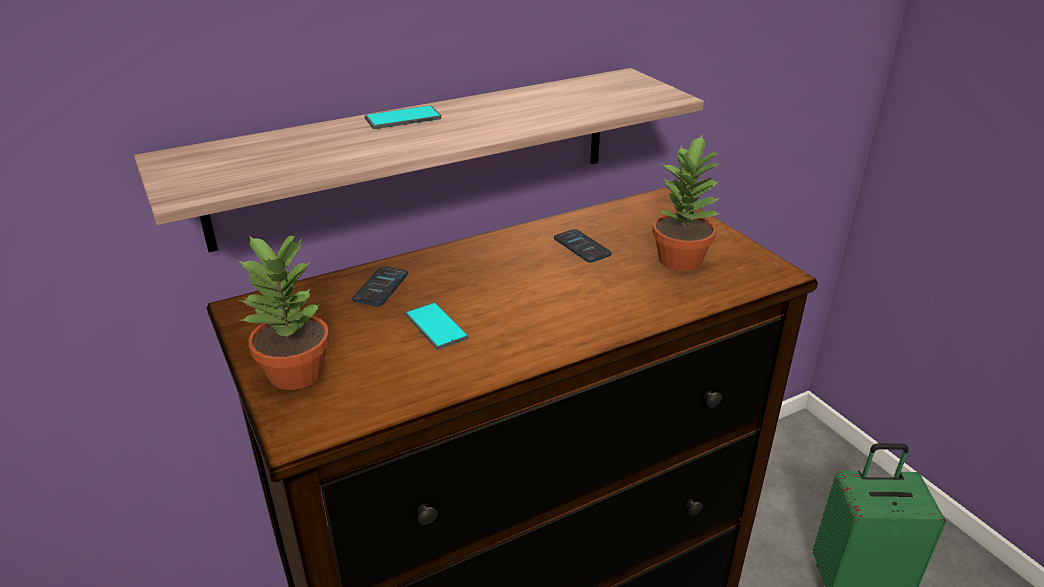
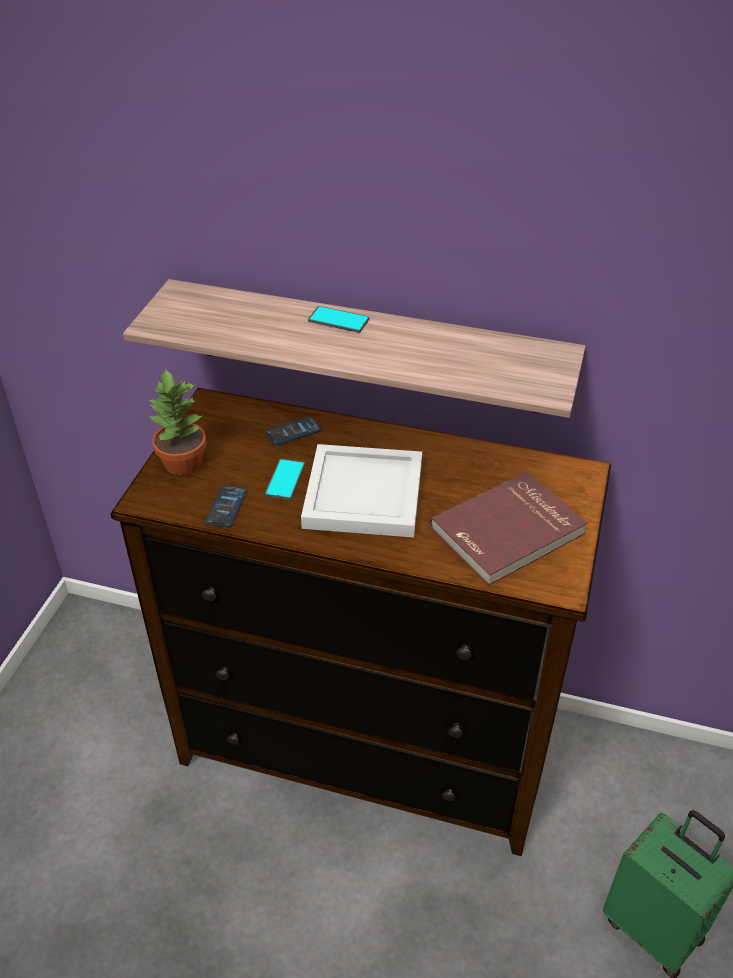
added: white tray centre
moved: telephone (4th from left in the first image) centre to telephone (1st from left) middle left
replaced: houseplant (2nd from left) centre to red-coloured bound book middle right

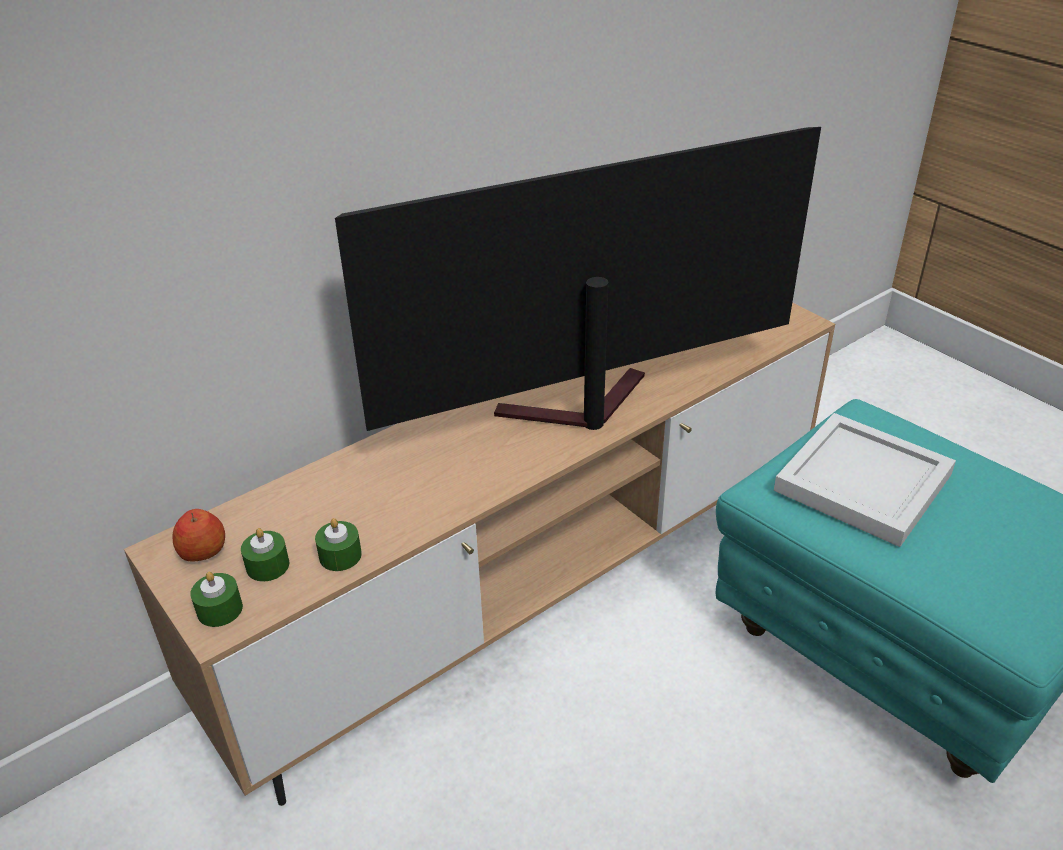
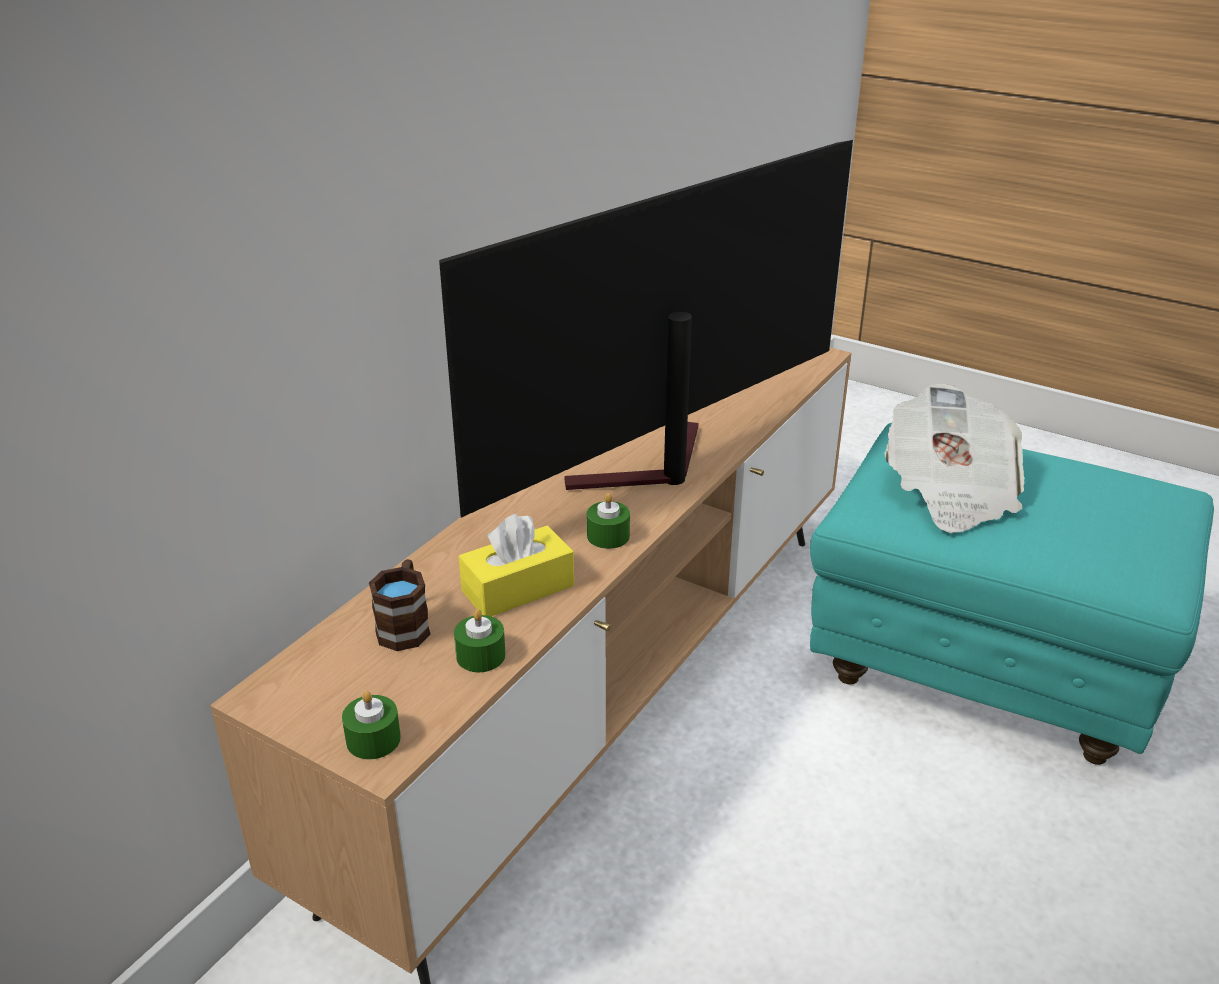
removed: apple middle left
added: yellow-coloured tissue box centre; brownish coffee mug middle left
moved: green-coloured candle (2nd from left in the first image) middle left to green-coloured candle (3rd from left) centre
replaced: white tray middle right to daily paper middle right

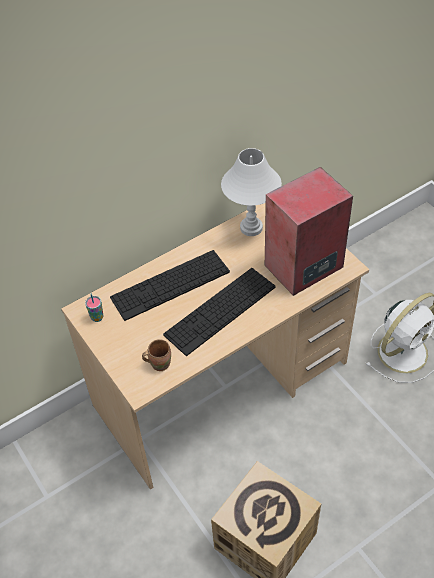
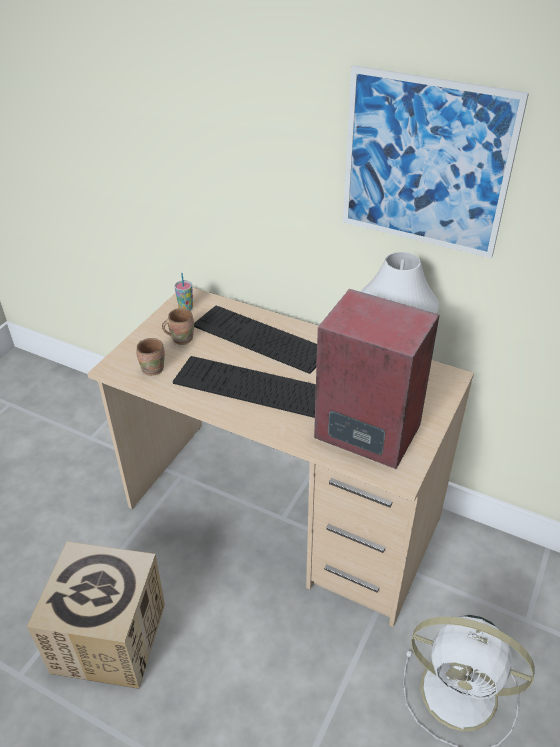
added: wall art top right; brownish coffee mug (2nd from left) middle left

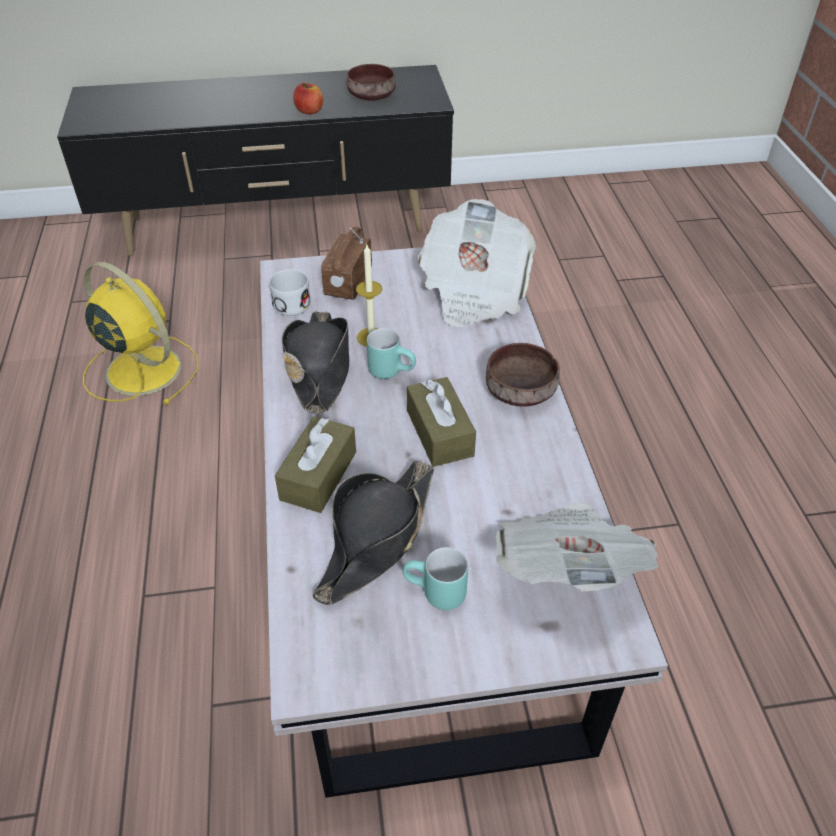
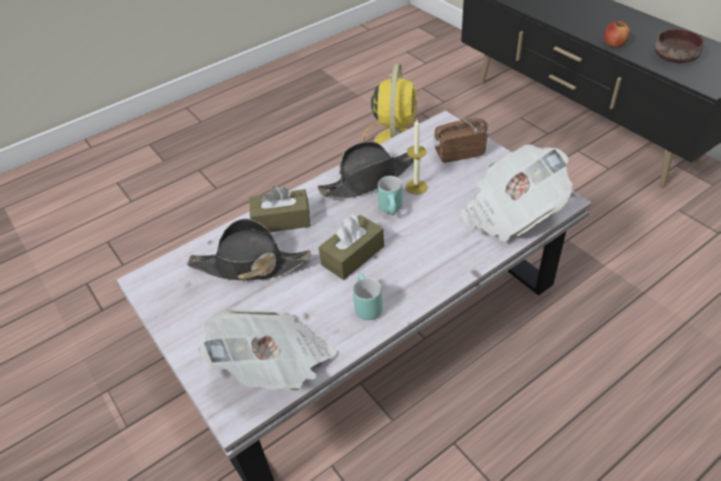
removed: white coffee mug centre; brownish deep dish (2nd from left) centre
moved: turquoise coffee mug (2nd from left in the first image) bottom centre to turquoise coffee mug (1st from left) centre

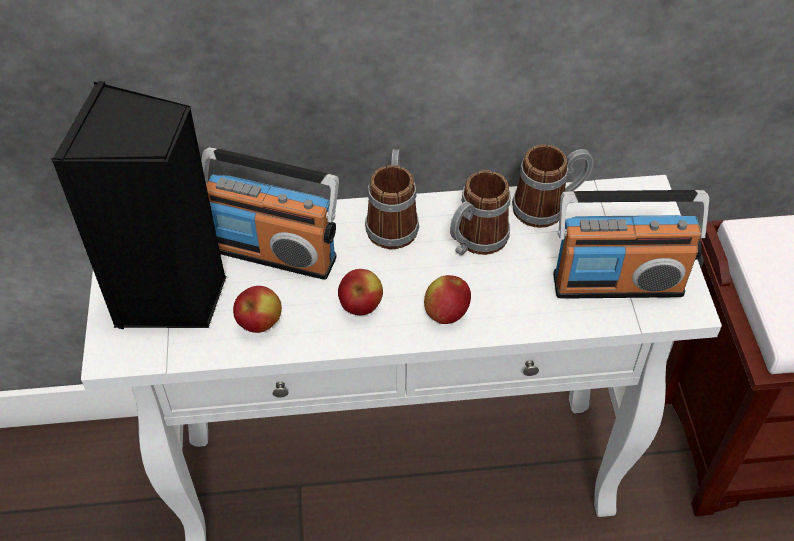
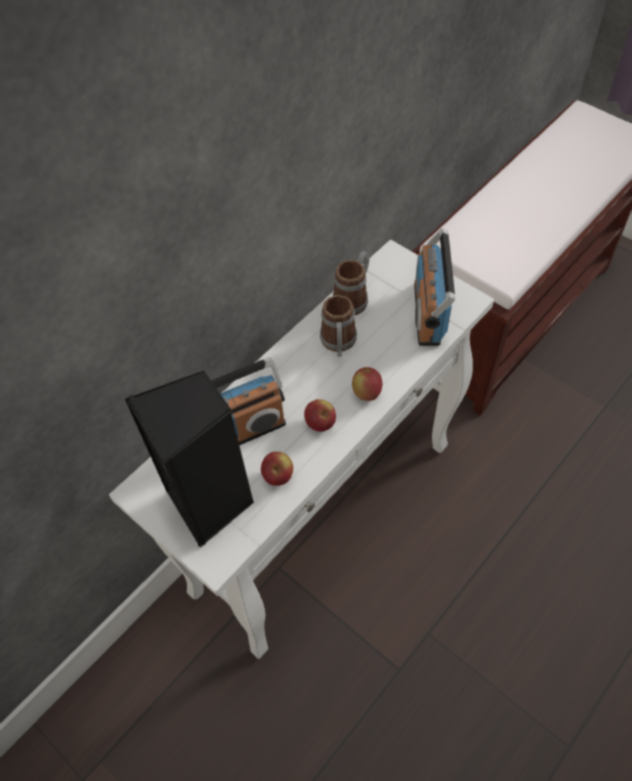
removed: coffee mug (1st from left) centre
turned: radio (2nd from left) middle right = middle right 135 degrees clockwise

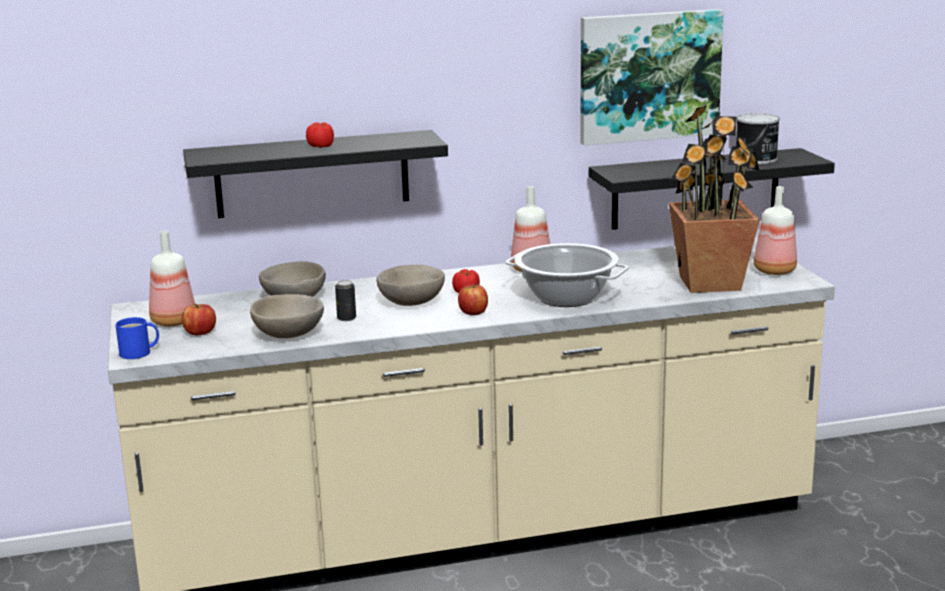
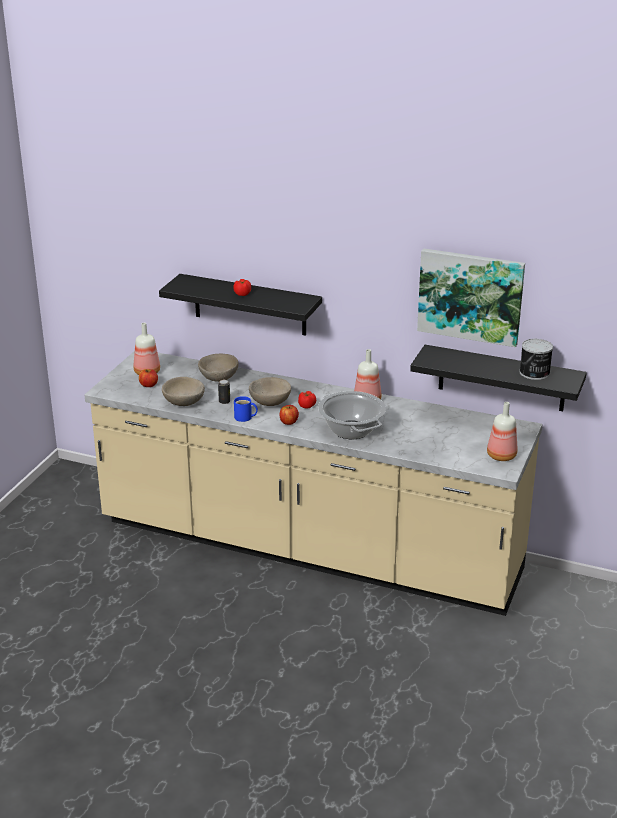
removed: houseplant middle right
moved: bluish coffee mug middle left to centre

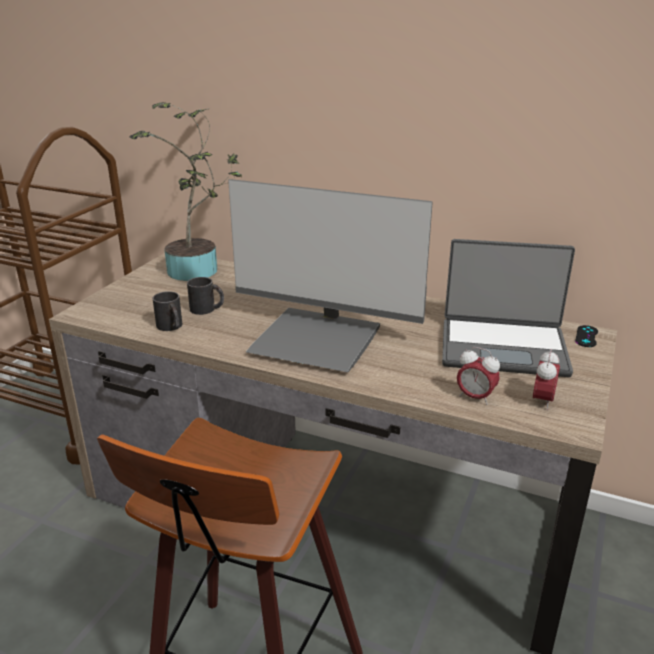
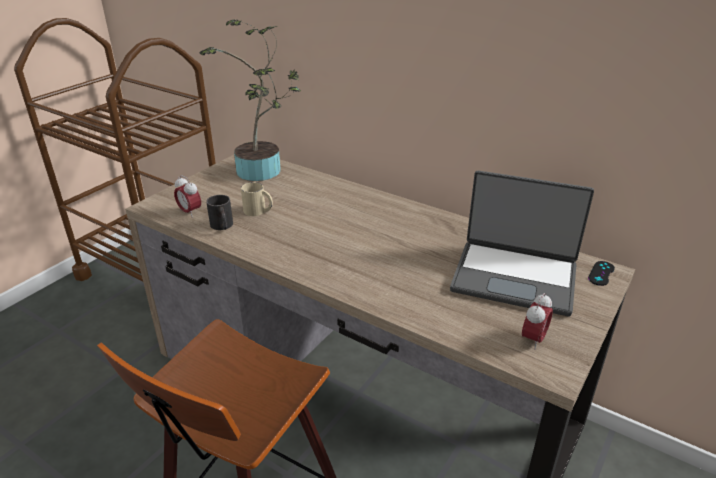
removed: computer screen centre
moved: bedside clock (1st from left) middle right to middle left
recoloured: black coffee mug (2nd from left) middle left to sand-coloured coffee mug centre

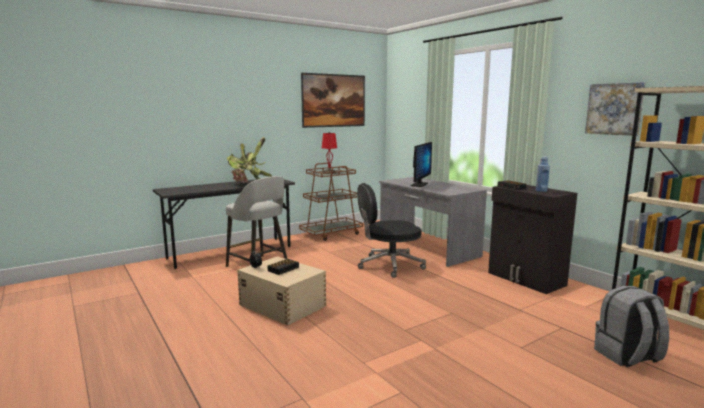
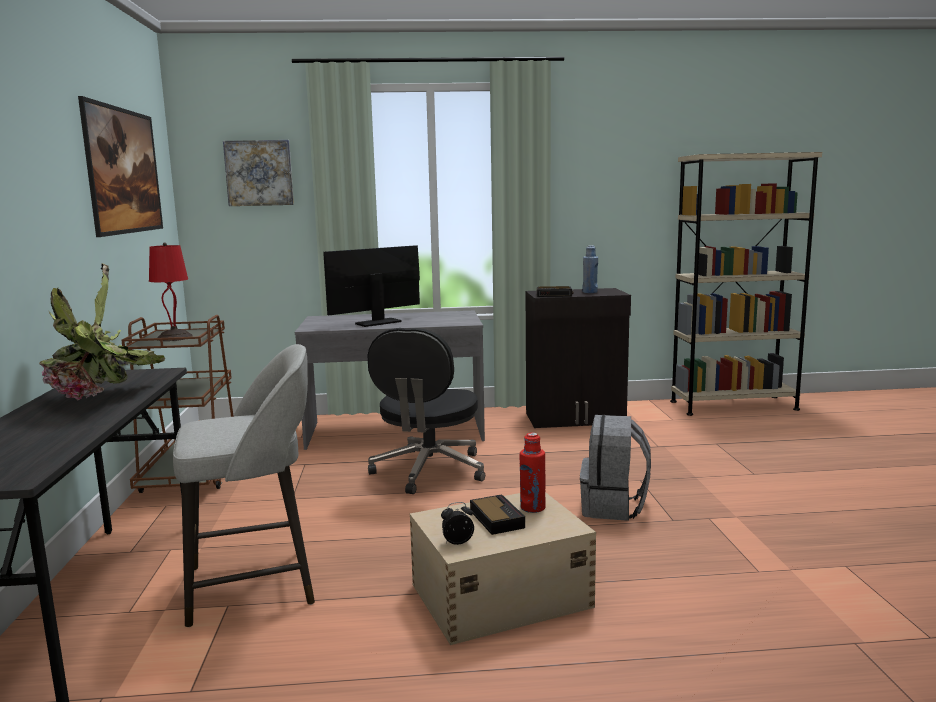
added: red-coloured drink bottle bottom centre
moved: wall art (2nd from left) top right to top left; gray backpack bottom right to bottom centre
turned: computer screen centre = centre 90 degrees counterclockwise

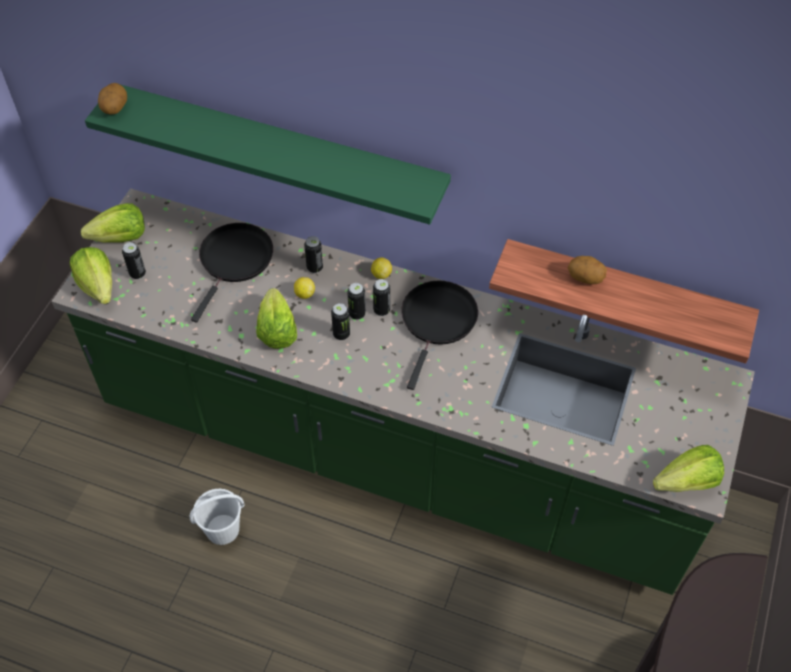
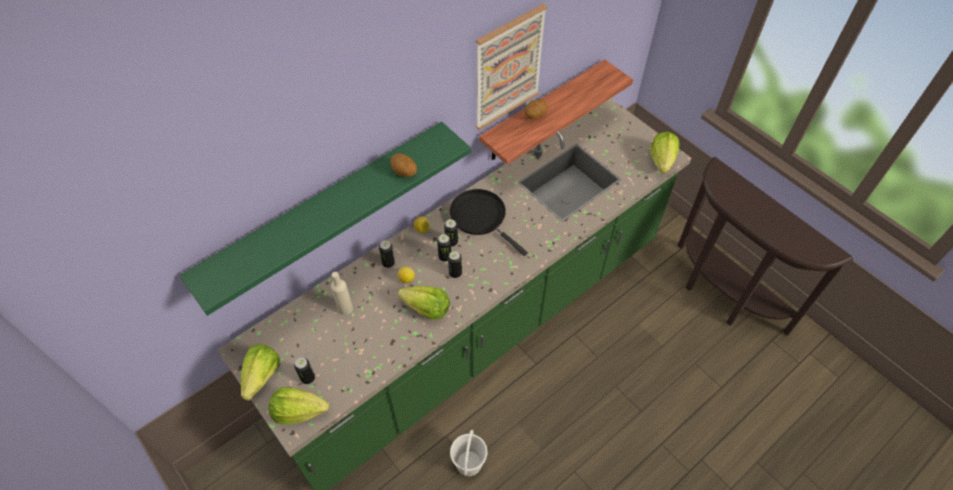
added: wall art top centre
moved: whole potato (1st from left) top left to centre
replaced: black skillet (1st from left) middle left to sand-coloured drink bottle centre

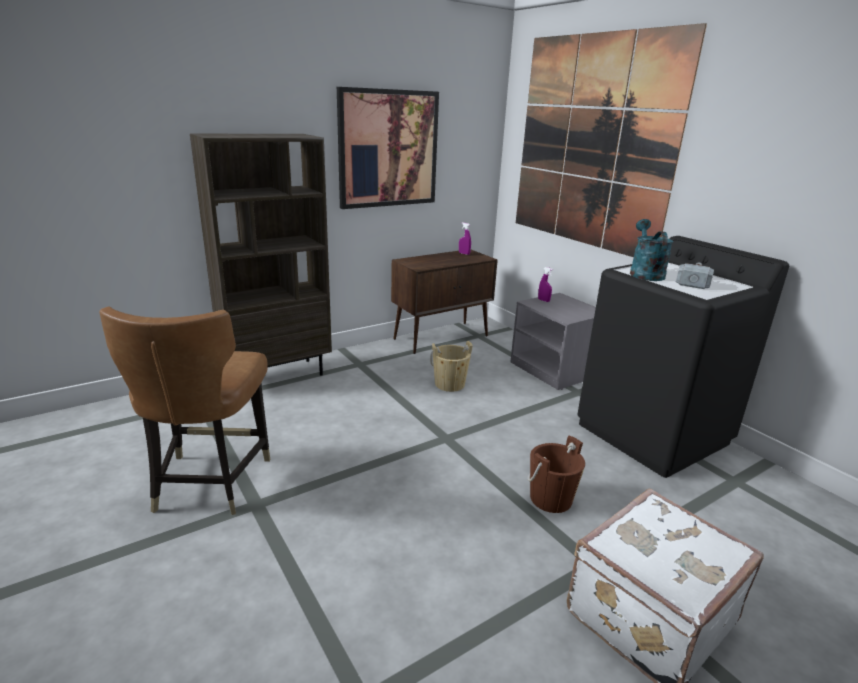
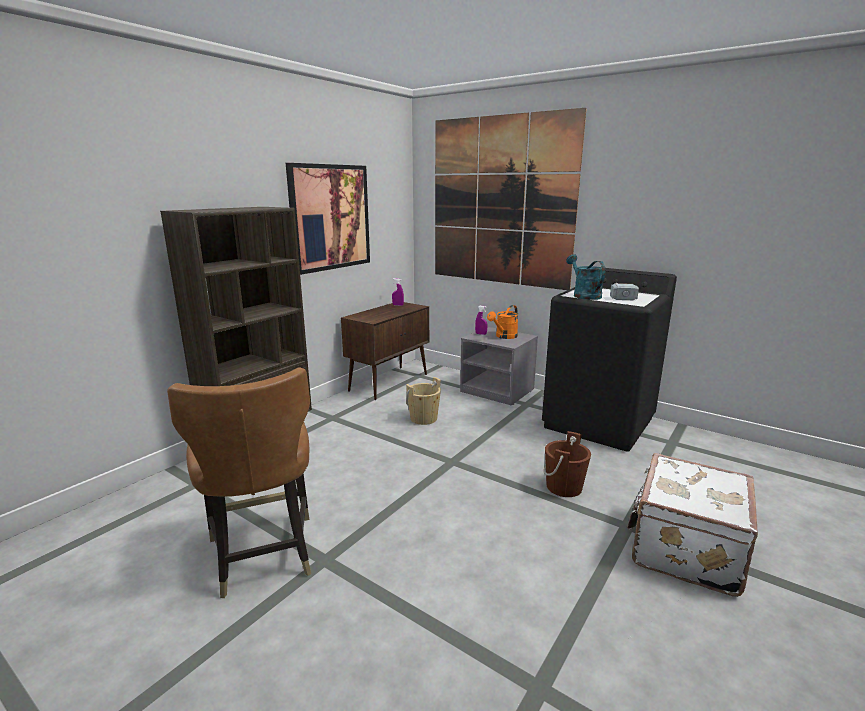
added: orange watering pot centre

